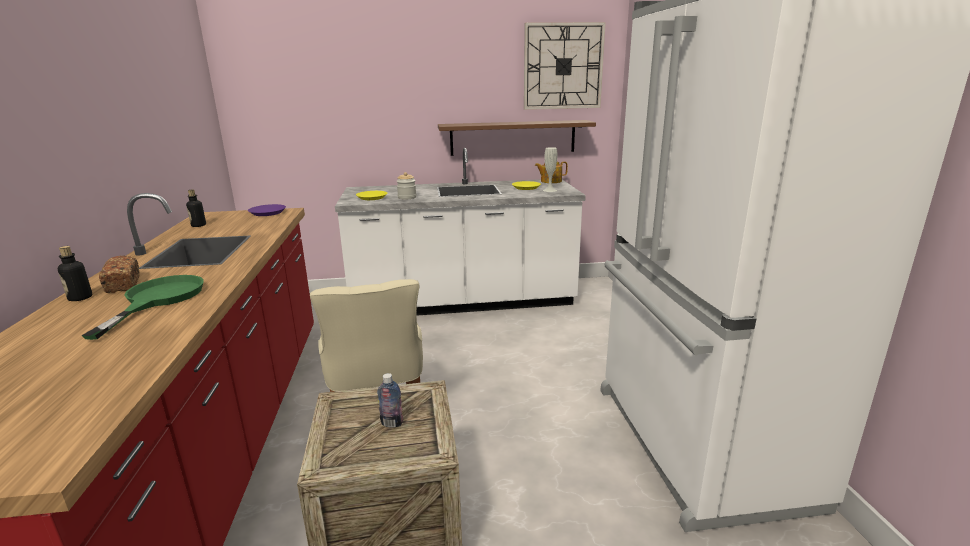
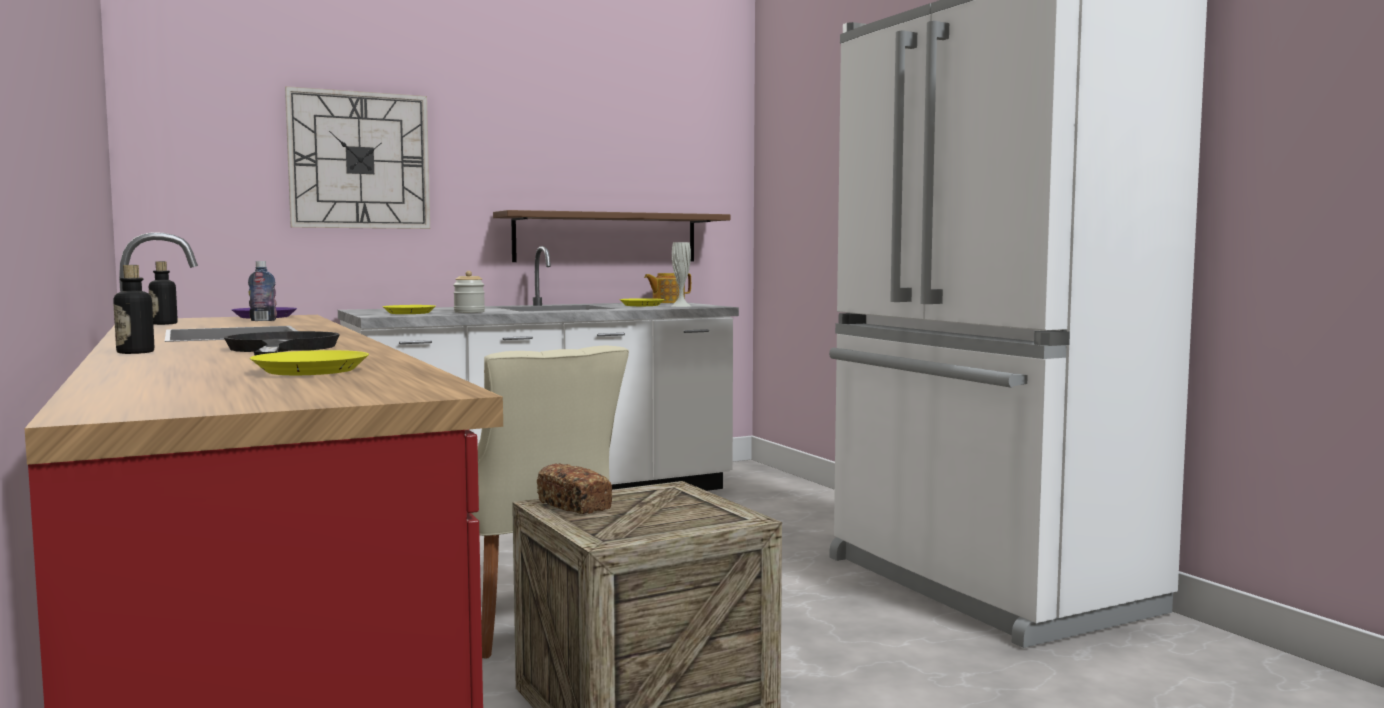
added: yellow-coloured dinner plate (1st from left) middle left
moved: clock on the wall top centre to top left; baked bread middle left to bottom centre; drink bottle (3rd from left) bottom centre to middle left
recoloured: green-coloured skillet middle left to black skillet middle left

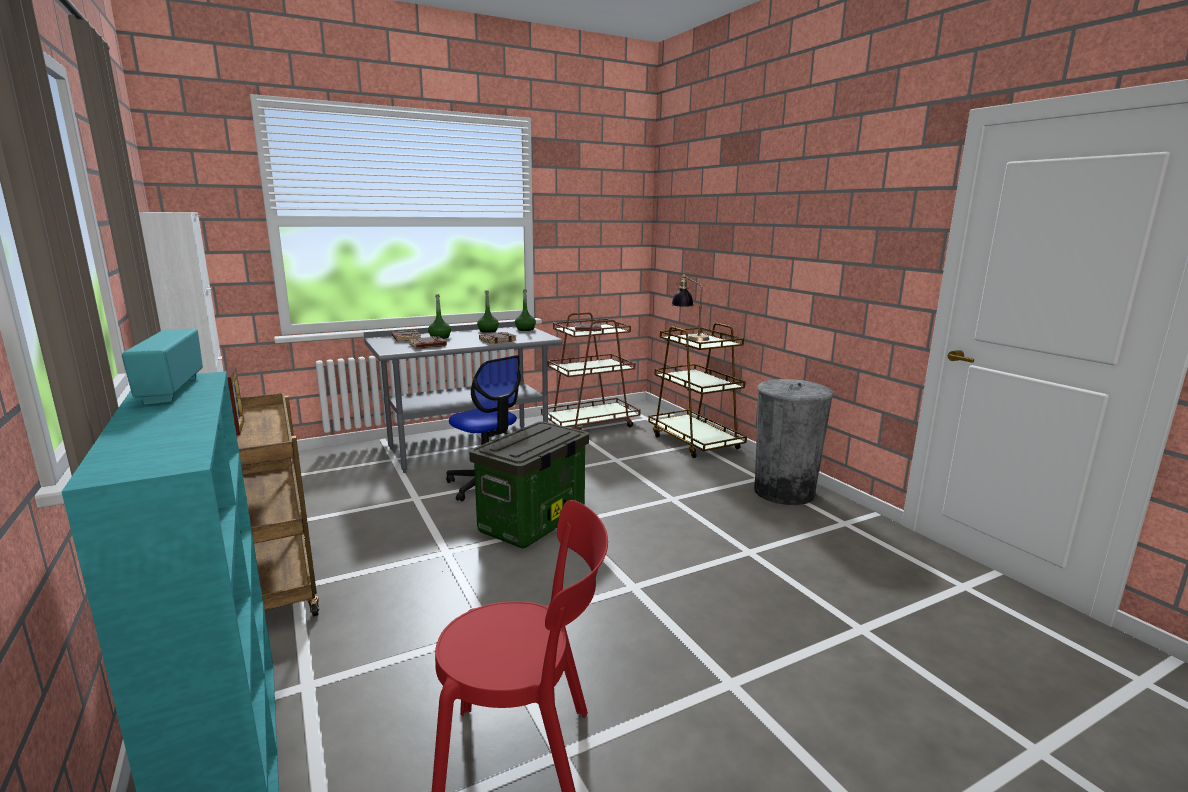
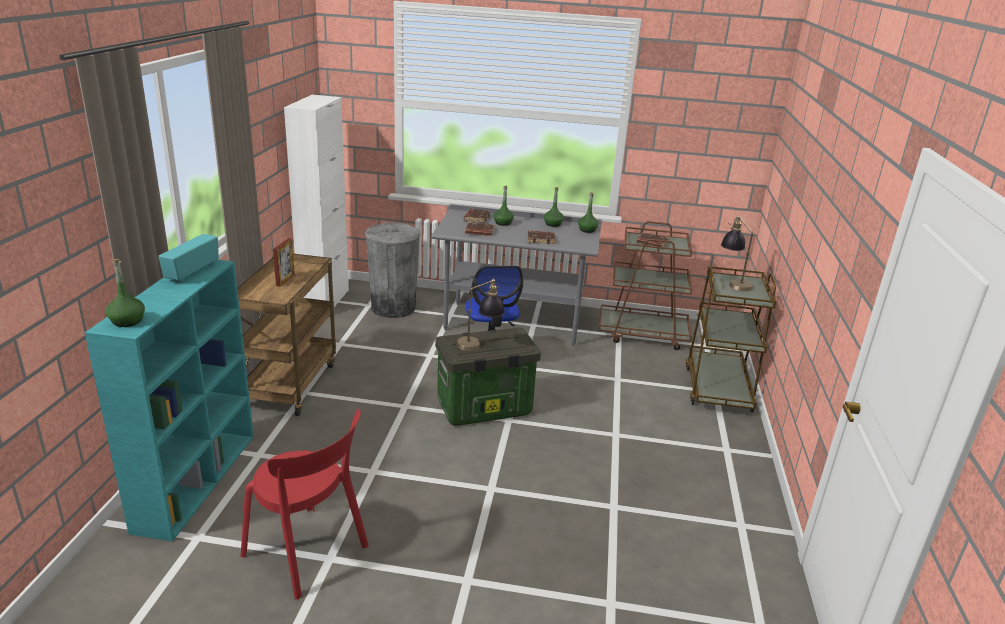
added: green-coloured drink bottle (1st from left) middle left; tabletop lamp (1st from left) centre
moved: gray rubbish bin middle right to centre

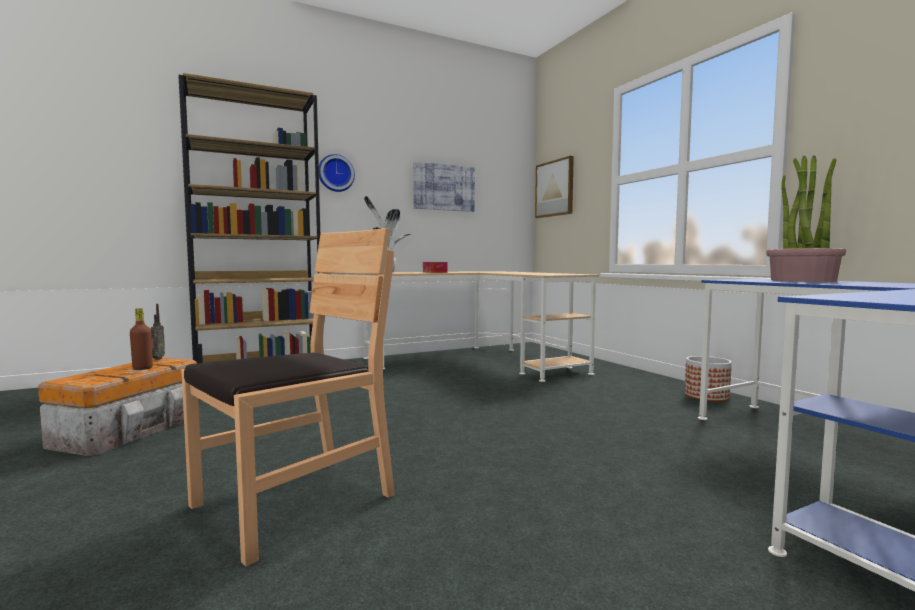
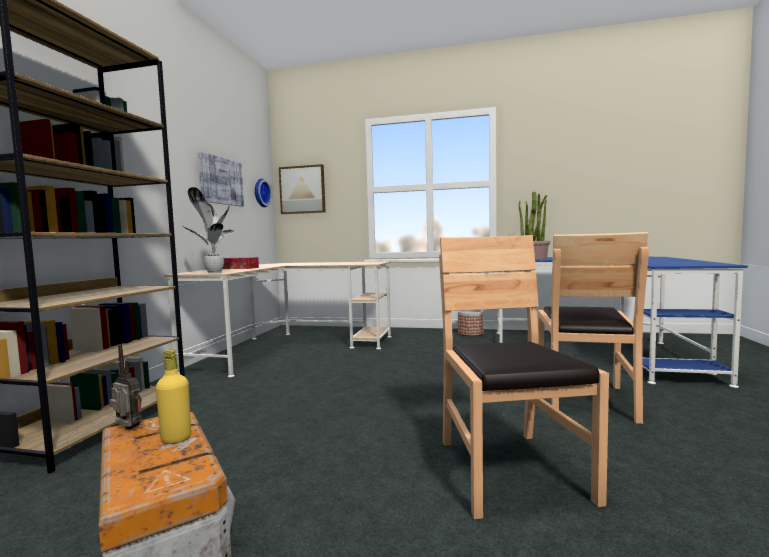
added: brownish plain chair (2nd from left) middle right
moved: clock on the wall top centre to centre
recoloured: brownish drink bottle middle left to yellow-coloured drink bottle bottom left

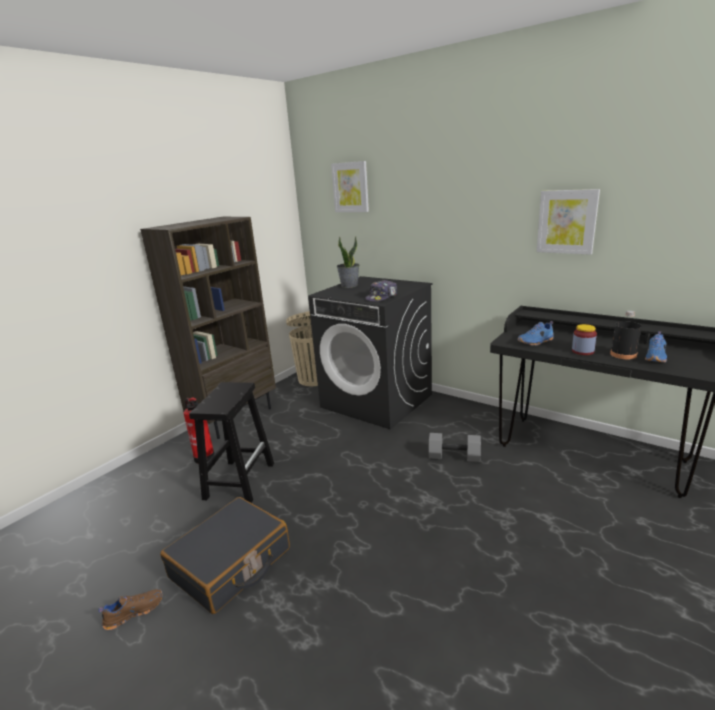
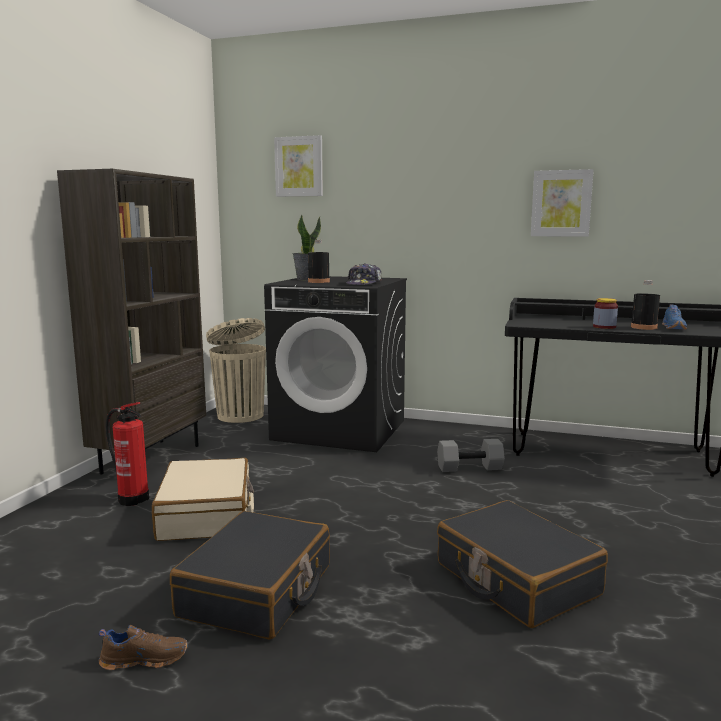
removed: bluish shoe (1st from left) middle right
added: black drink bottle (1st from left) centre; black piece of luggage (2nd from left) bottom right
replaced: black sitting stool middle left to sand-coloured piece of luggage bottom left
turned: brownish shoe bottom left = bottom left 45 degrees clockwise

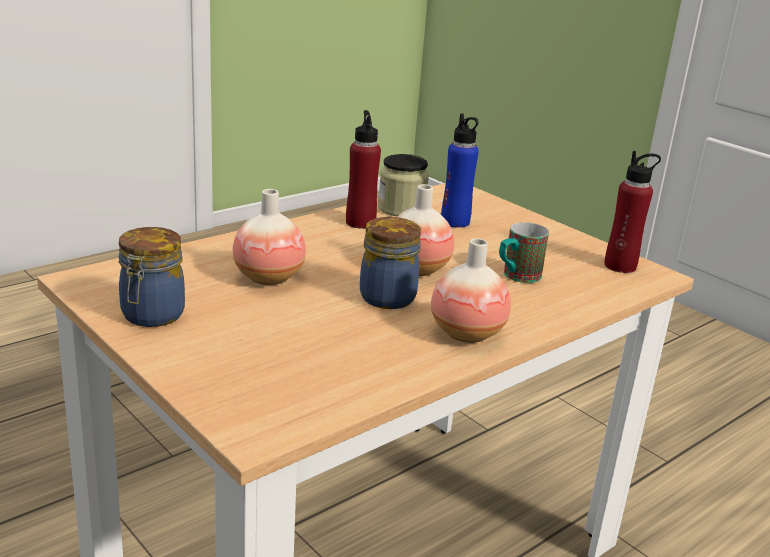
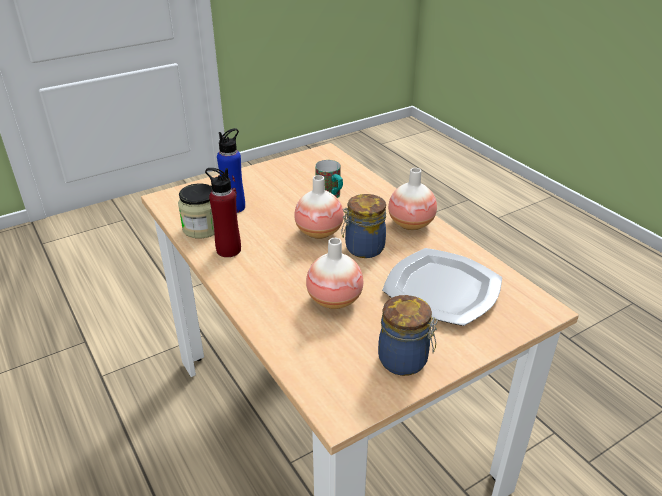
removed: red-coloured drink bottle (2nd from left) middle right
added: dinner plate middle right

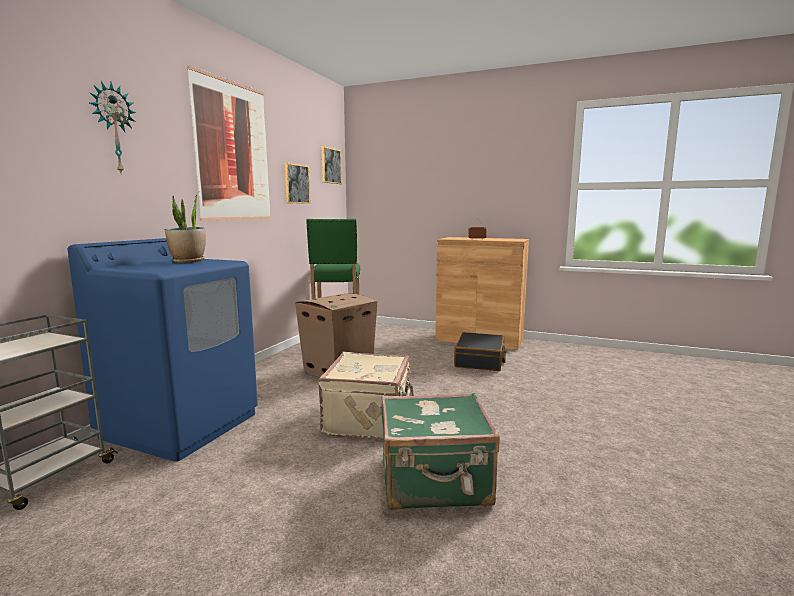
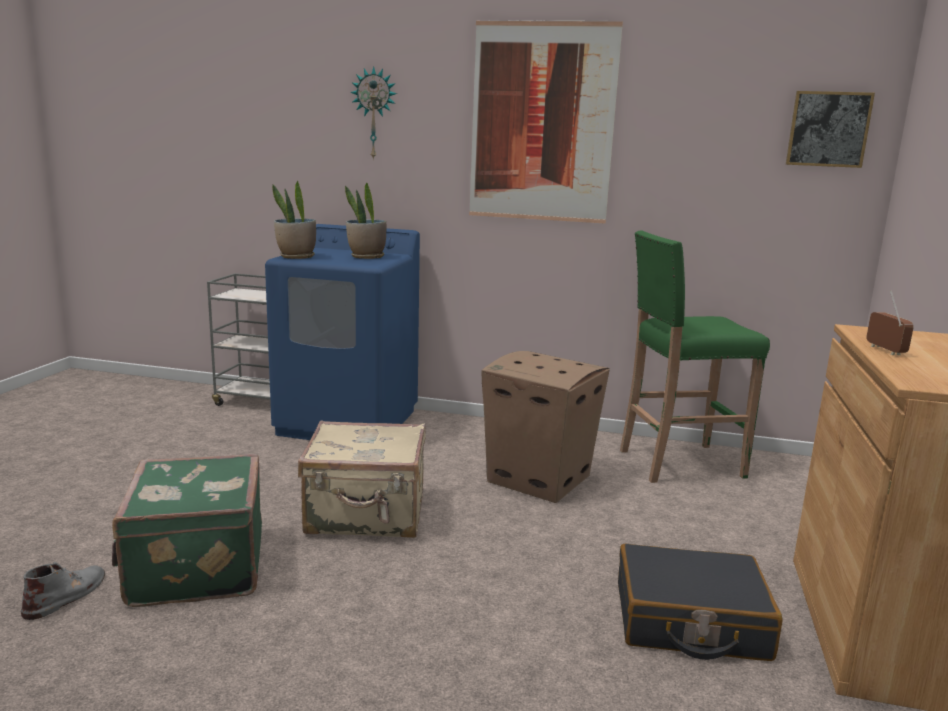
removed: wall art (2nd from left) top centre
added: houseplant (1st from left) top left; gray tall boot bottom left

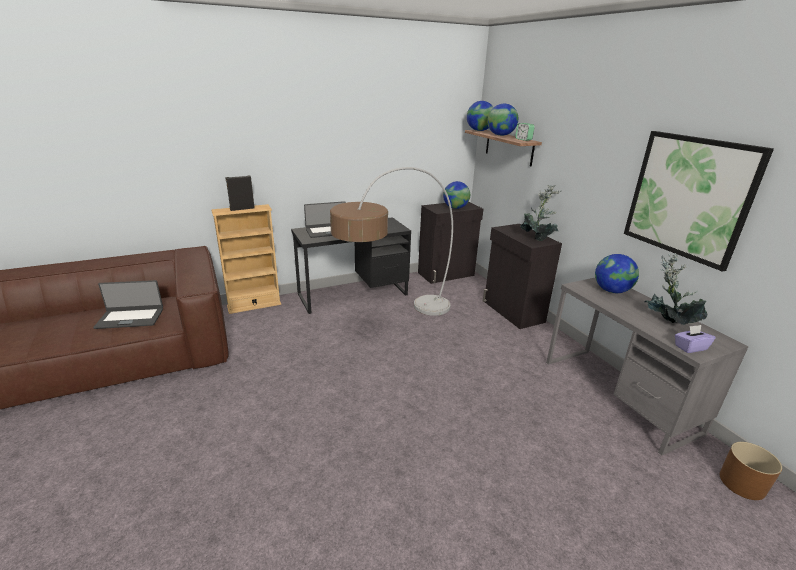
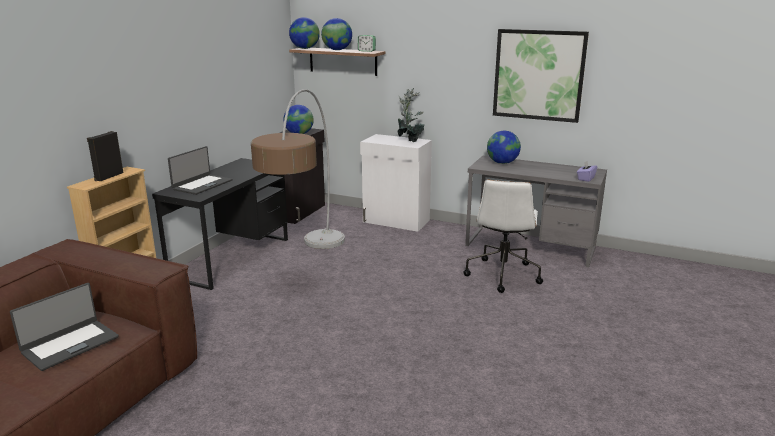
removed: houseplant (2nd from left) middle right; brownish planter bottom right
added: white desk chair centre
recoloured: black cupboard (2nd from left) centre to white cupboard centre

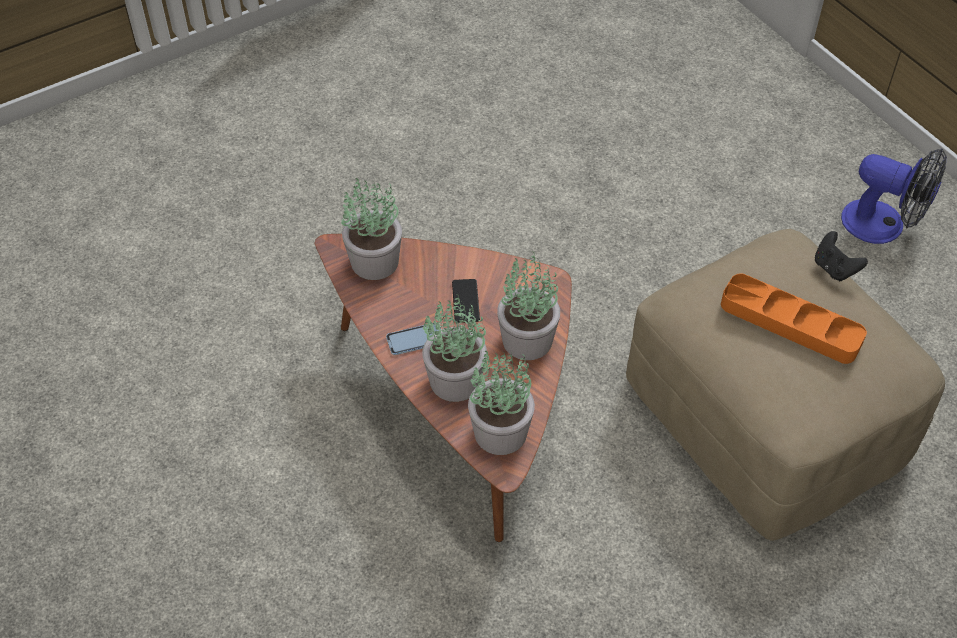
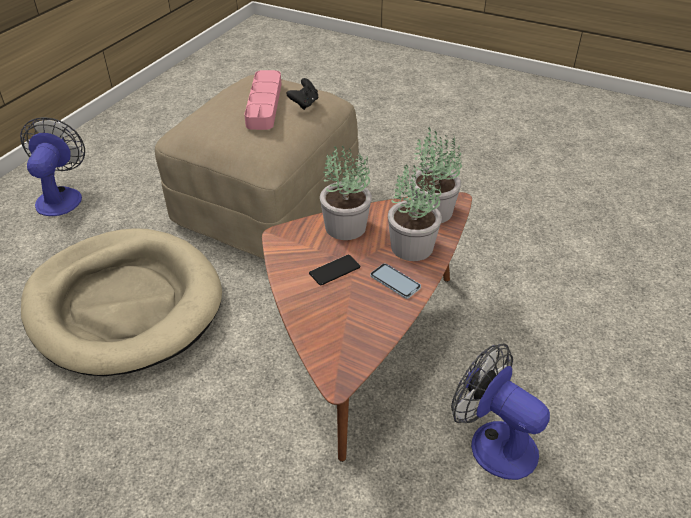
removed: houseplant (1st from left) centre
added: sand-coloured pet bed middle left; fan (2nd from left) bottom right
moved: black game controller middle right to top centre
recoloured: orange tray middle right to pink tray top centre

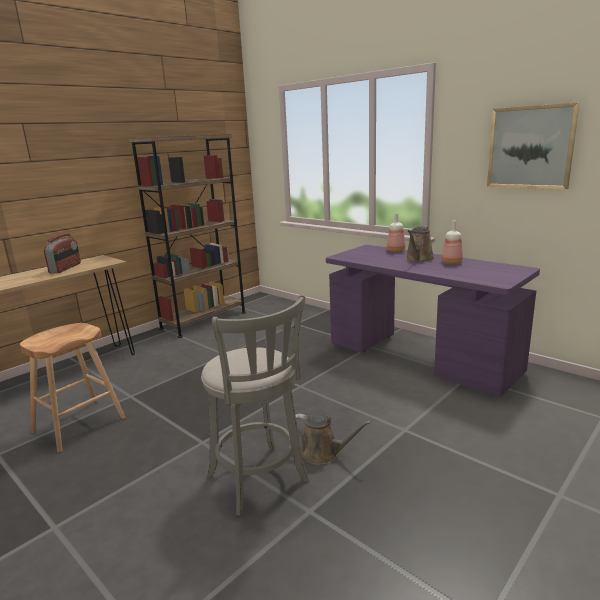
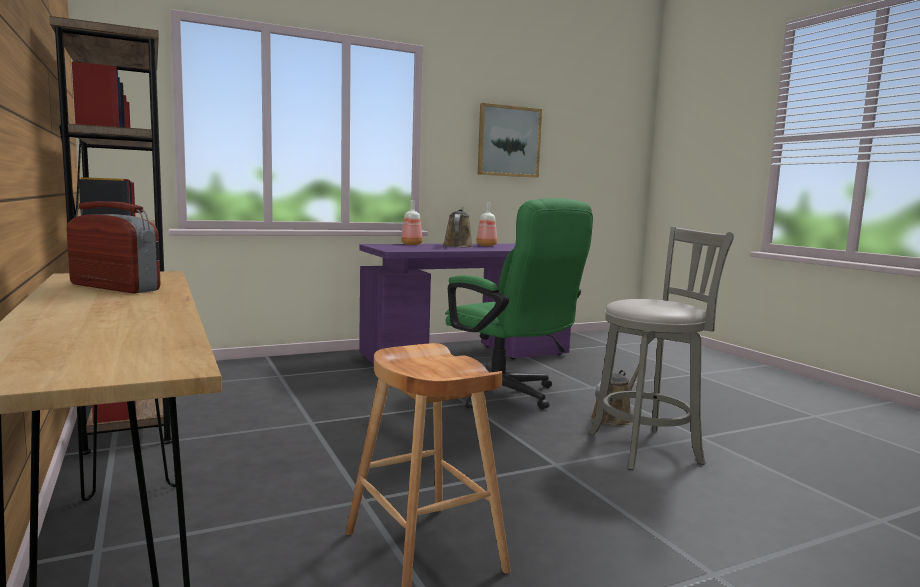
added: green-coloured desk chair centre
turned: brownish watering pot (2nd from left in the first image) middle right = centre 135 degrees counterclockwise

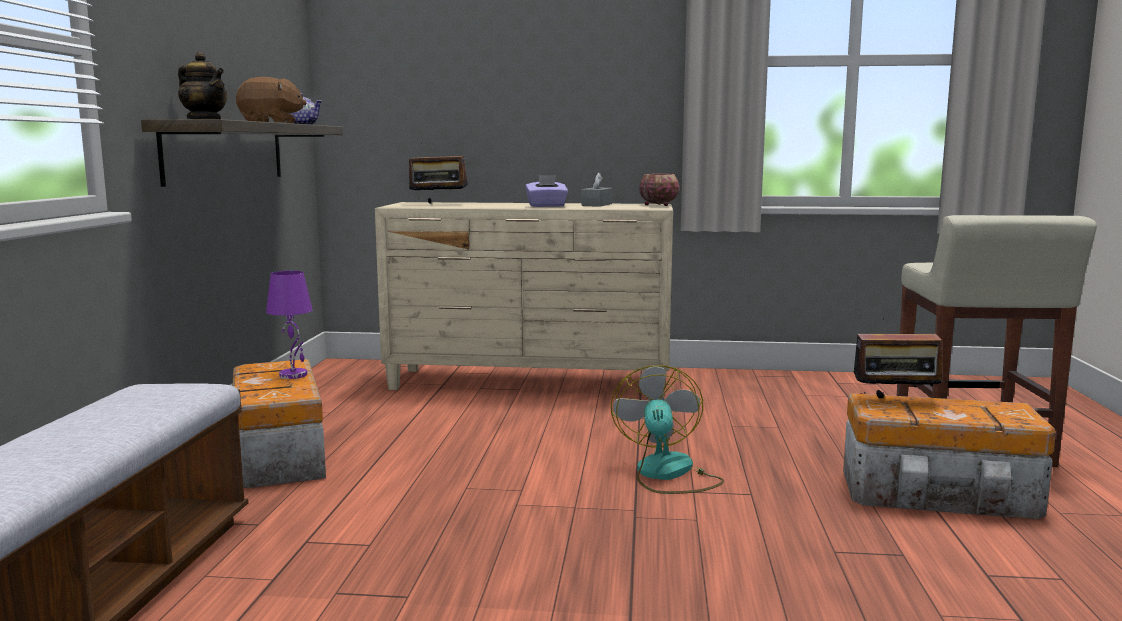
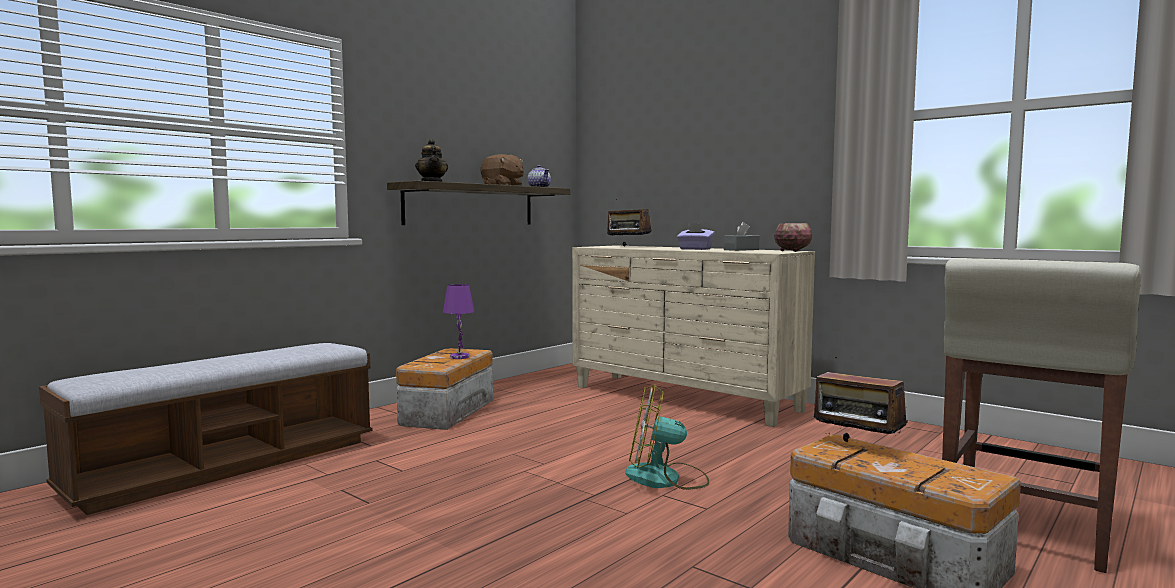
turned: fan bottom centre = bottom centre 120 degrees counterclockwise

